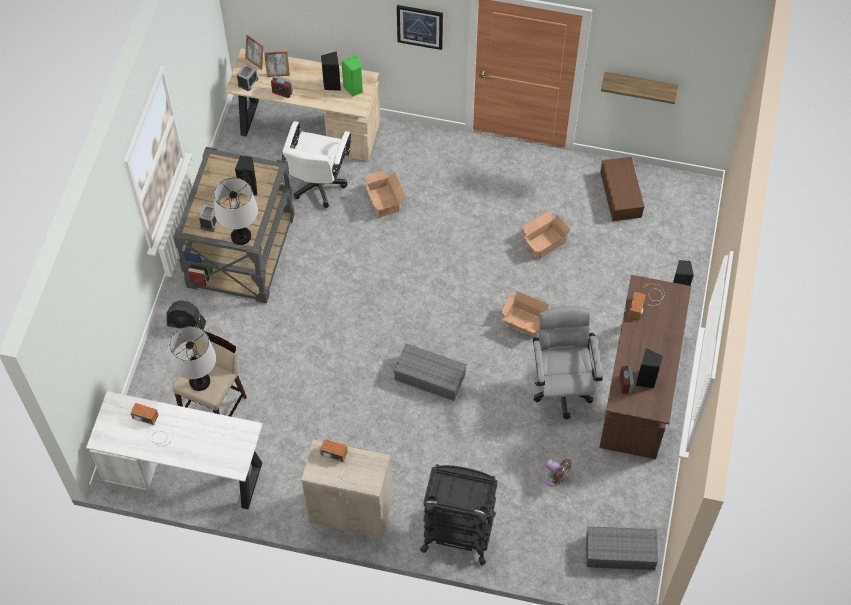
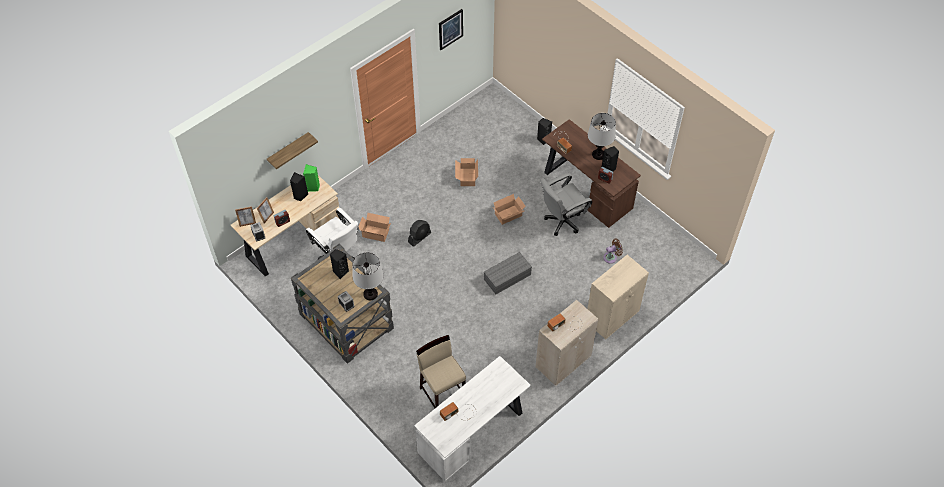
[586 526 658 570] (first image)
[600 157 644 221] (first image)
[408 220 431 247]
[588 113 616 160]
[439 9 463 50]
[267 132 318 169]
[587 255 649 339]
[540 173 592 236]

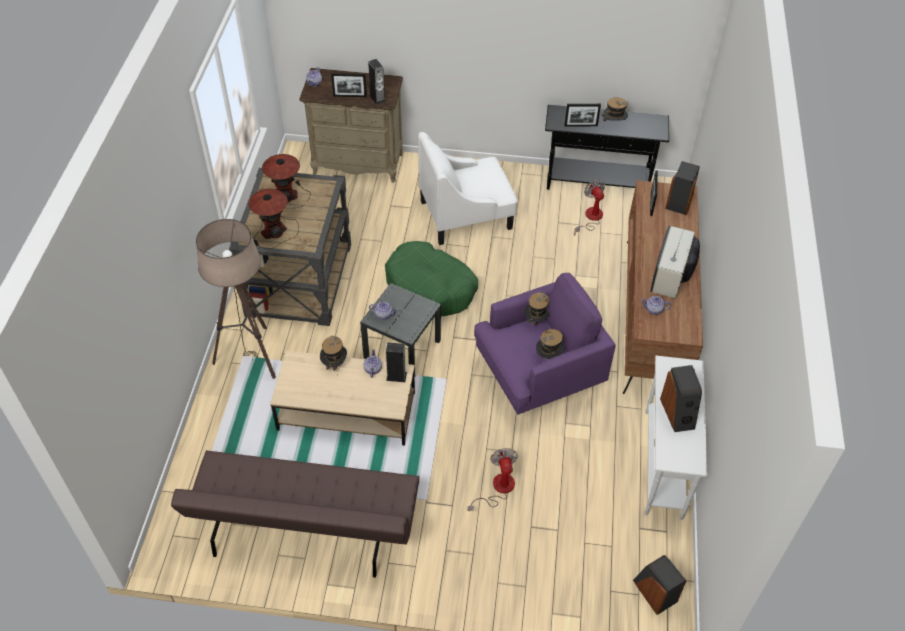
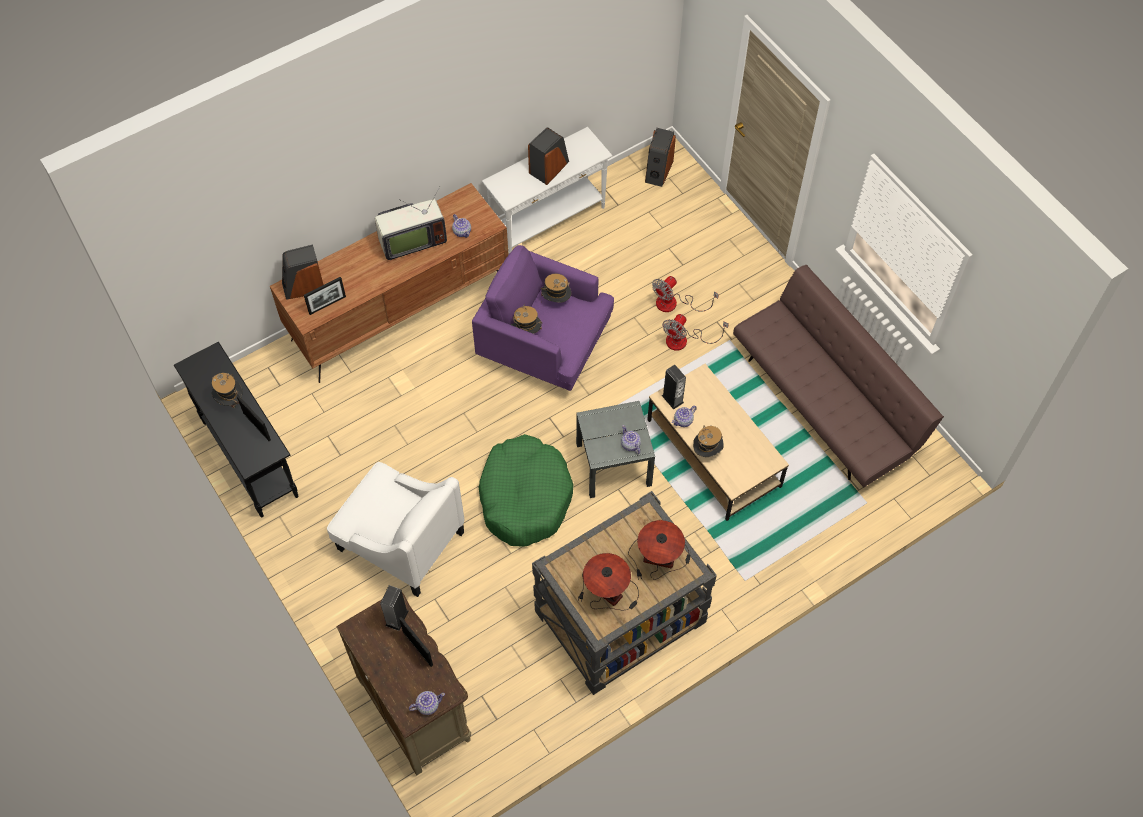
[196 219 276 379] (first image)
[662 314 729 351]

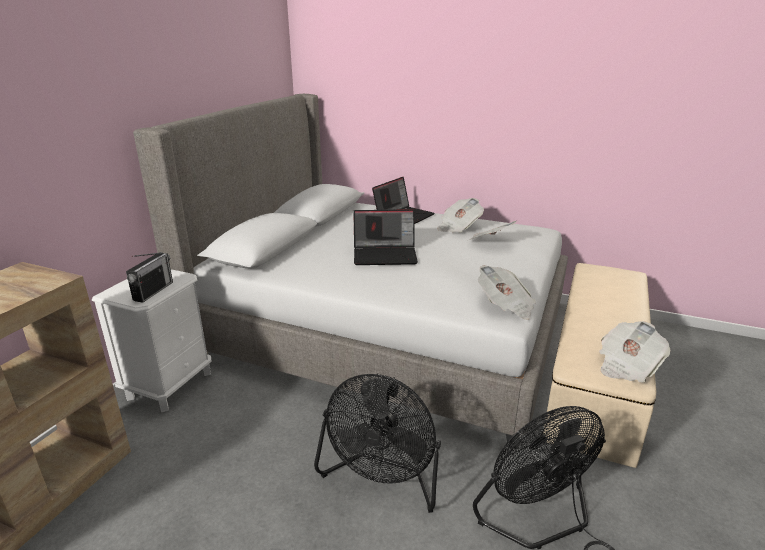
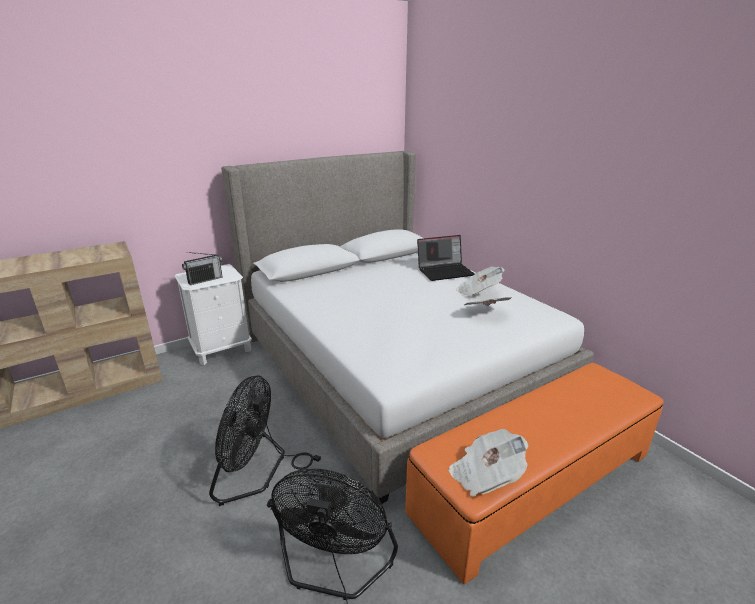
[353 209 418 265] (first image)
[478 265 536 320] (first image)
[405 363 664 584]
[209 375 322 506]

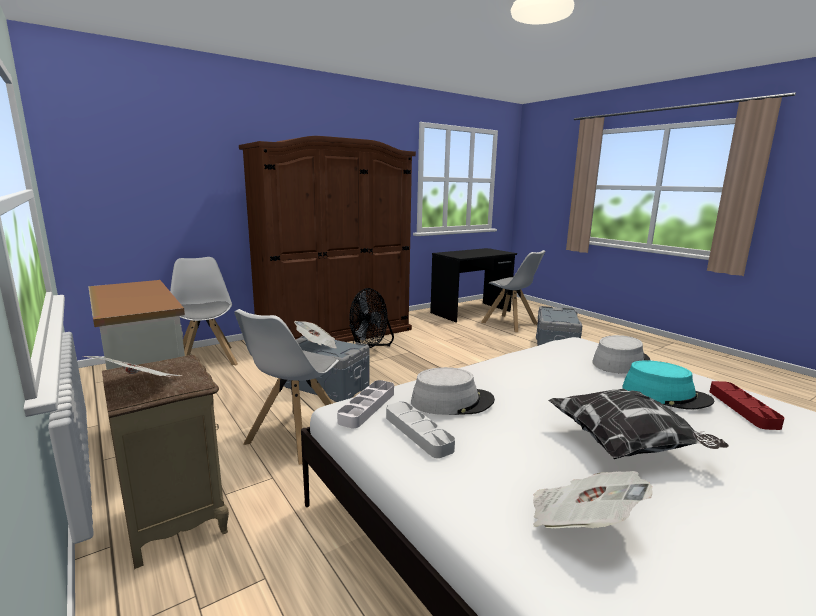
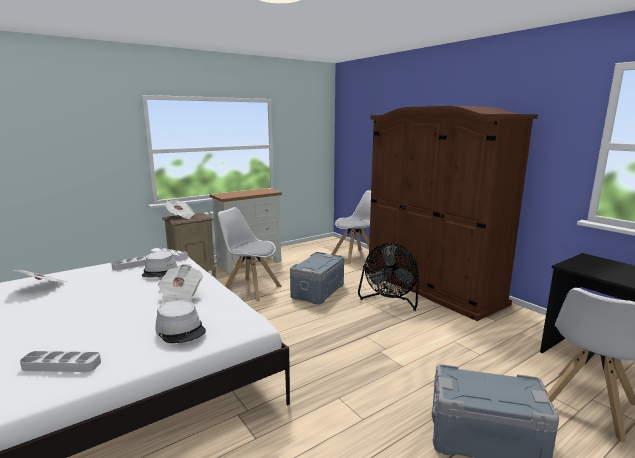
[548 389 729 459] (first image)
[622 360 714 410] (first image)
[158 264 203 304]
[20 351 101 372]

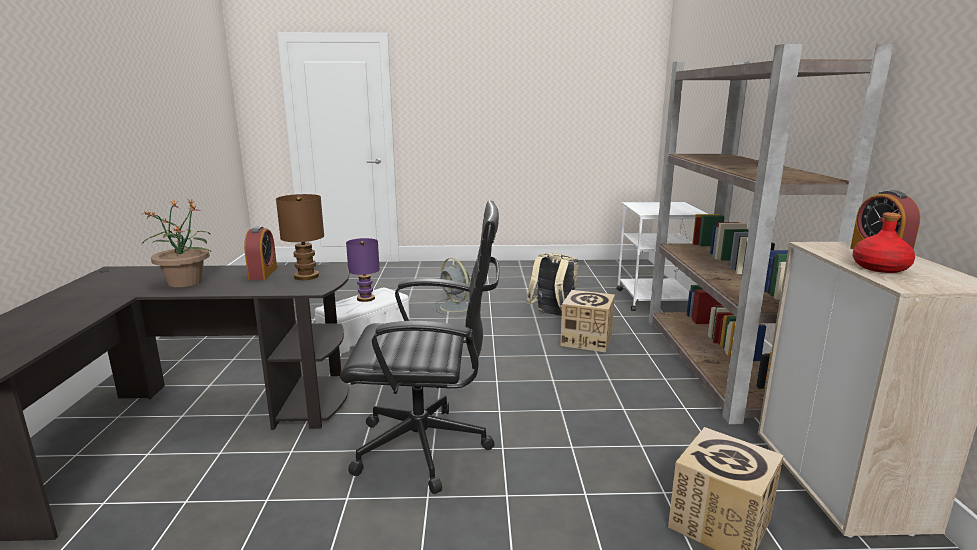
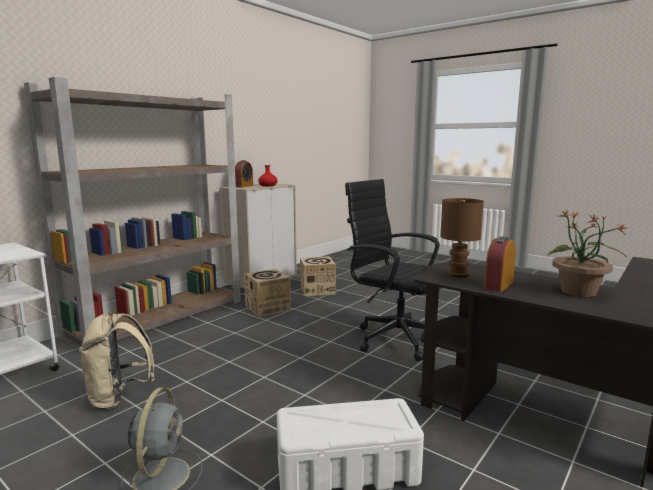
[346 238 380 302] (first image)
[244 269 291 317]

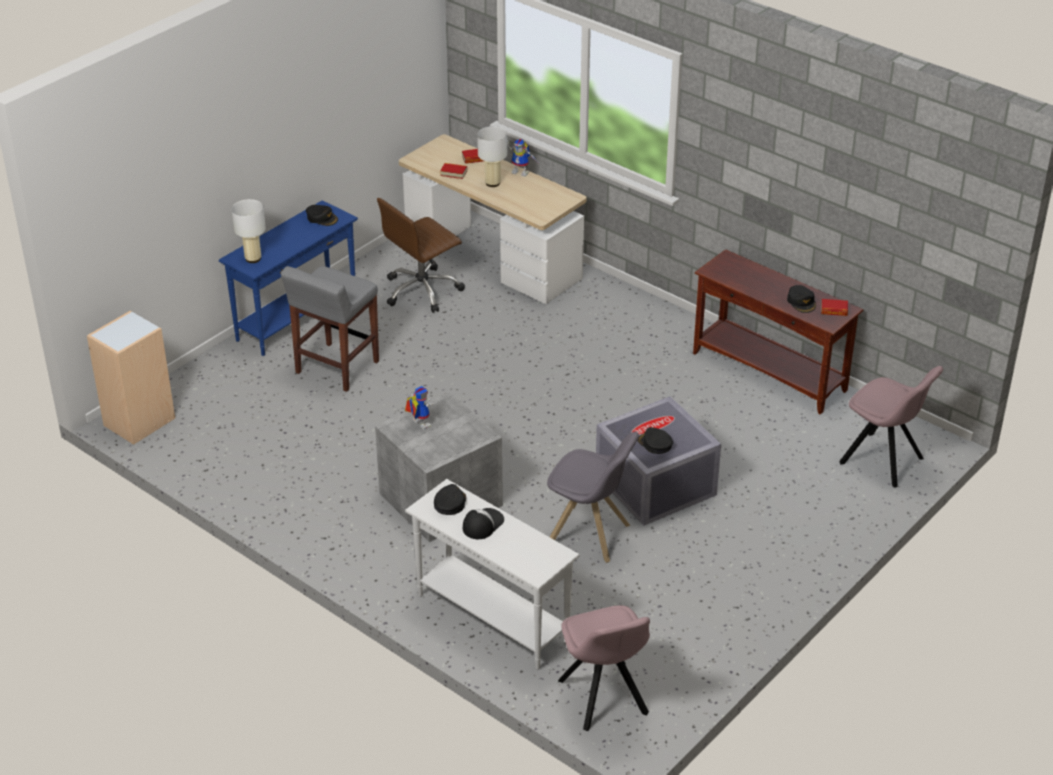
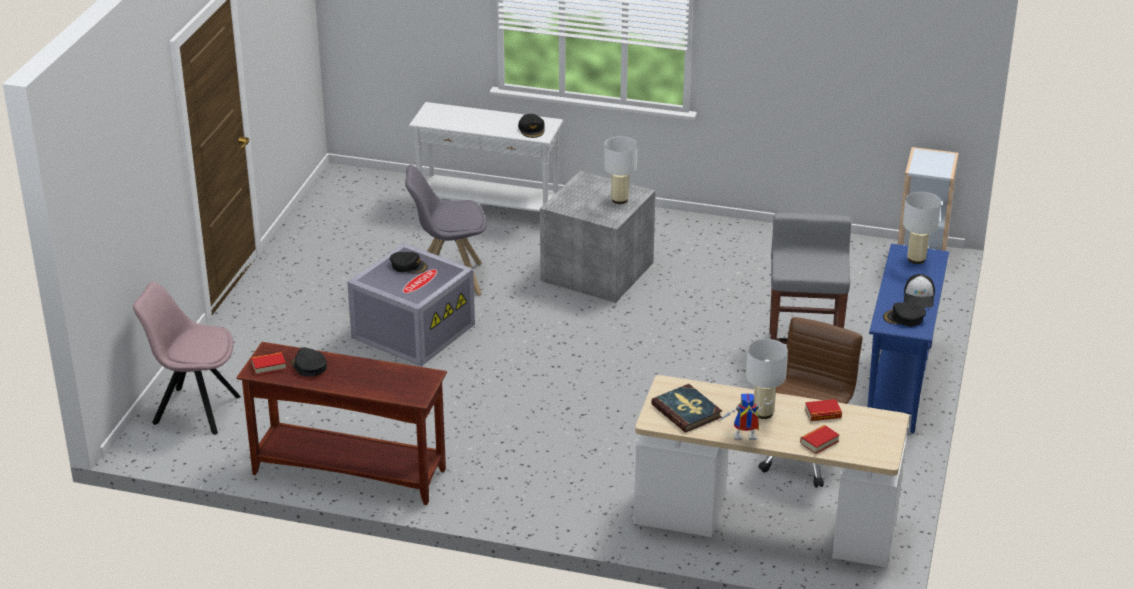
[558 605 650 731] (first image)
[651 384 722 432]
[904 274 935 308]
[604 136 637 204]

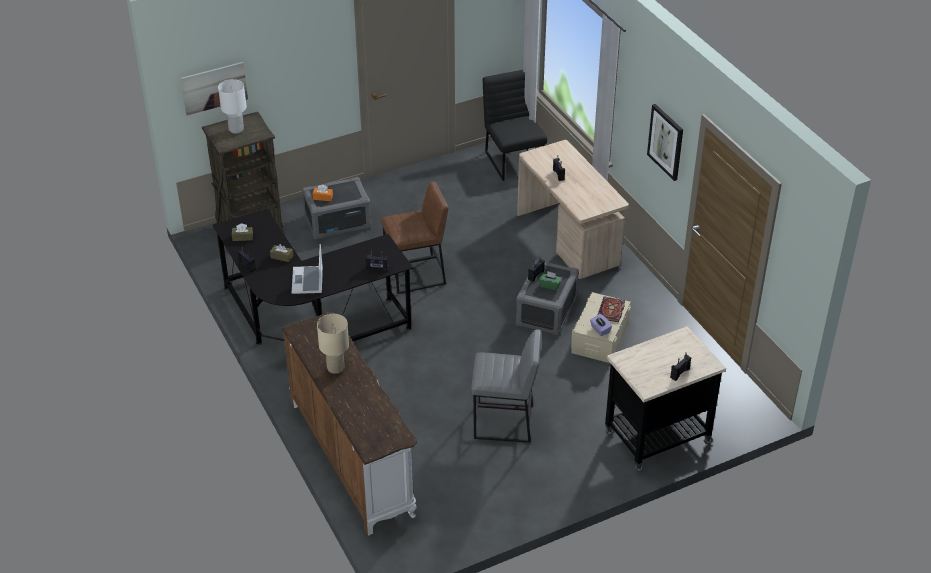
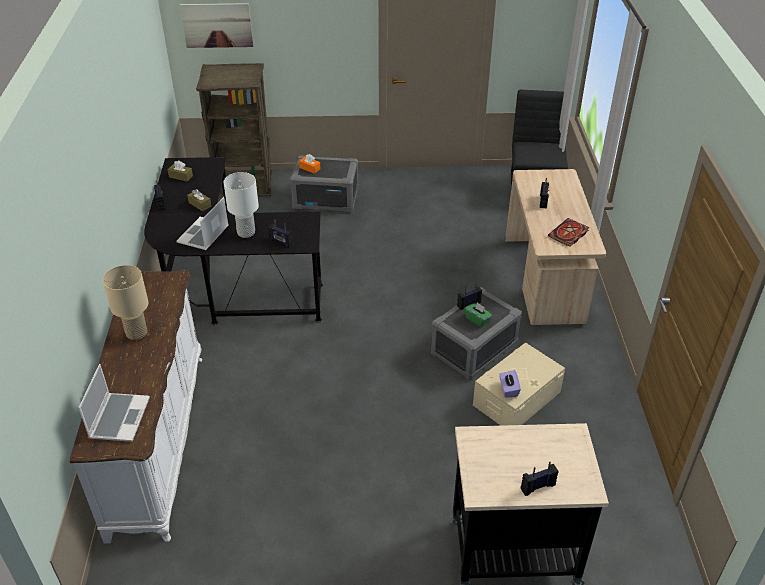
[381 181 448 294] (first image)
[472 329 541 443] (first image)
[647 104 683 181] (first image)
[79 364 150 442]
[223 172 259 238]
[548 218 590 247]

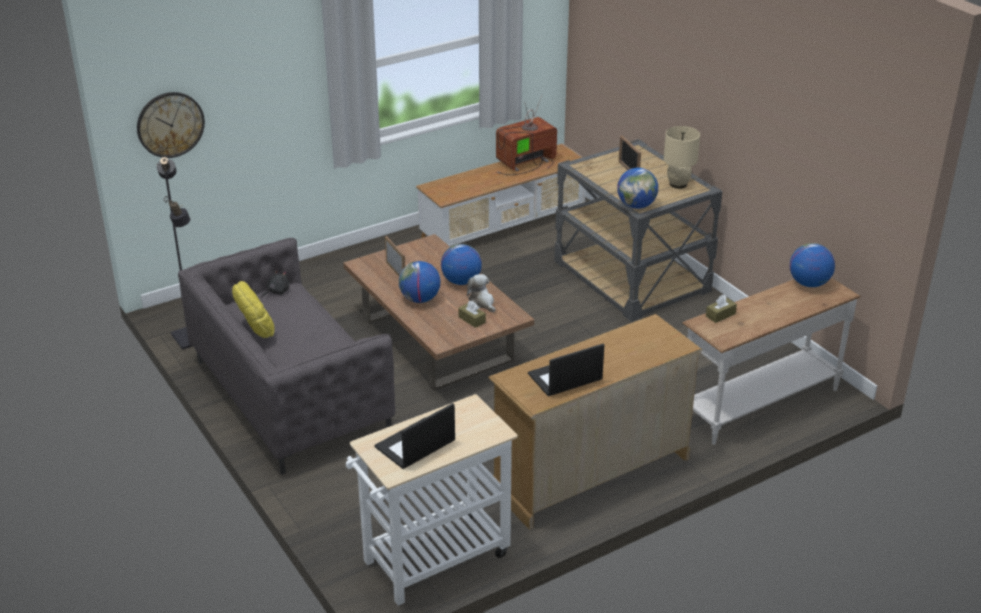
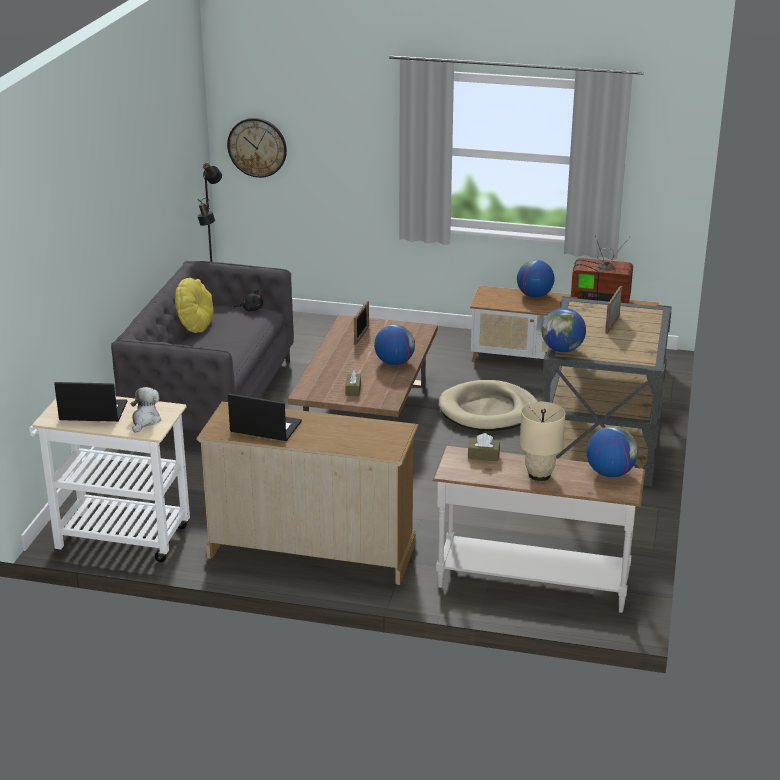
[438 380 538 431]
[517 260 555 298]
[130 387 161 433]
[520 402 565 481]

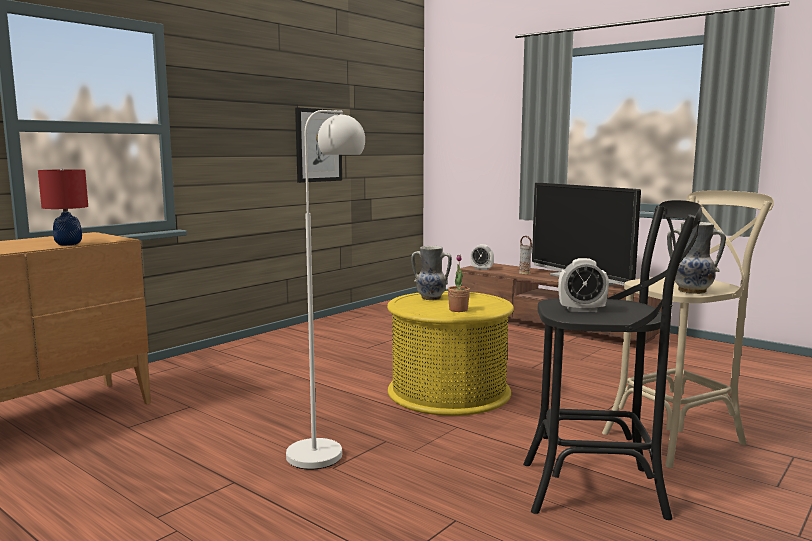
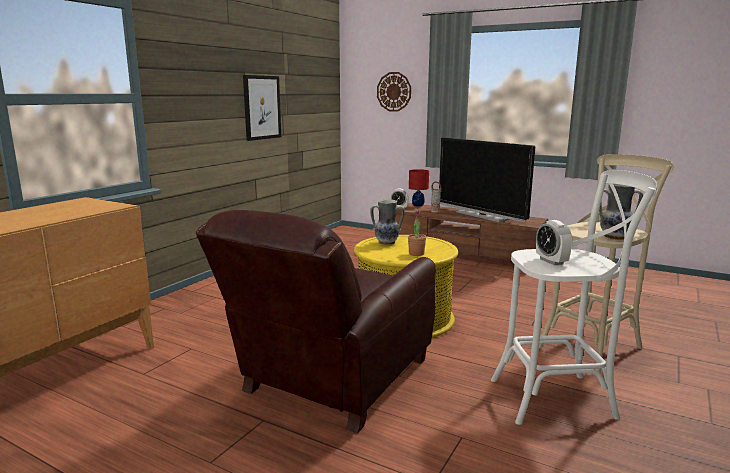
[377 72 411 112]
[409 169 429 206]
[196 210 436 433]
[491 170 658 425]
[536 220 572 265]

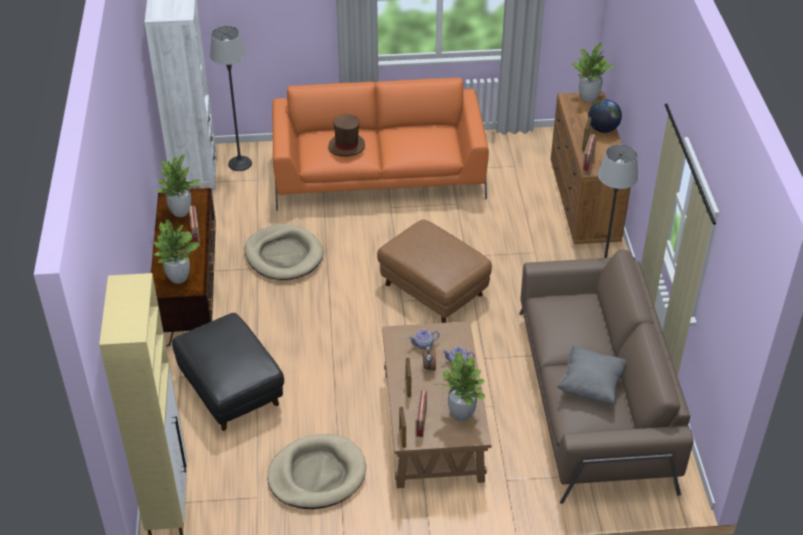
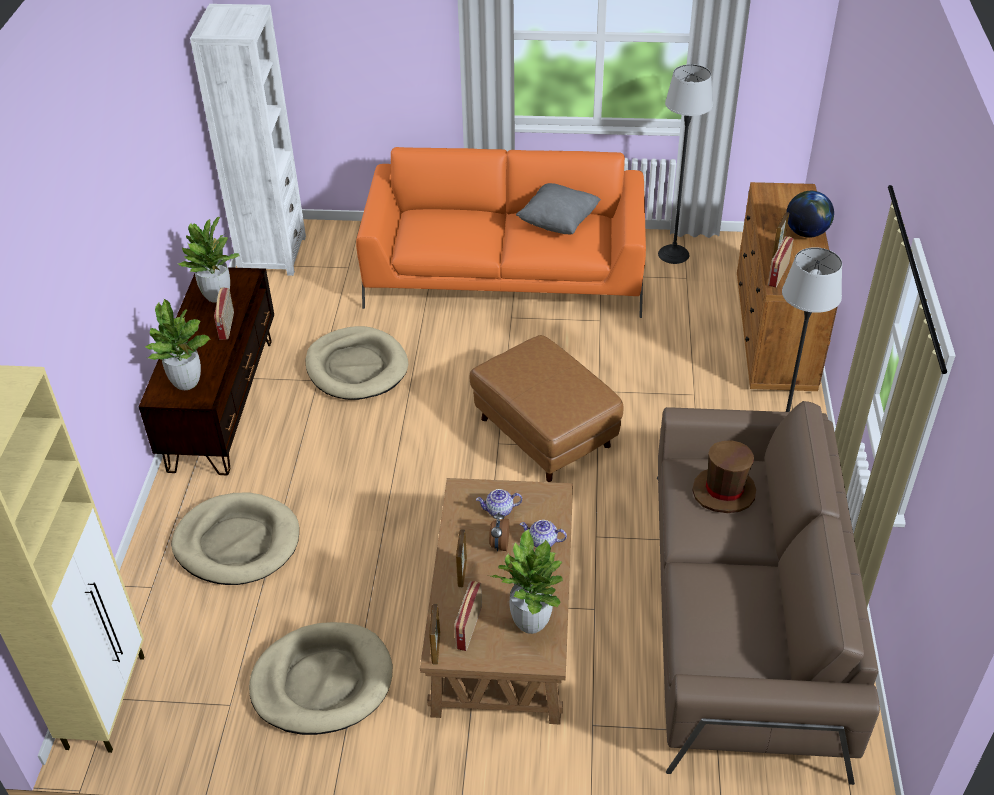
[572 43 614 103] (first image)
[658 64 713 264]
[692 440 756 513]
[516 183 601 234]
[171 493 299 585]

